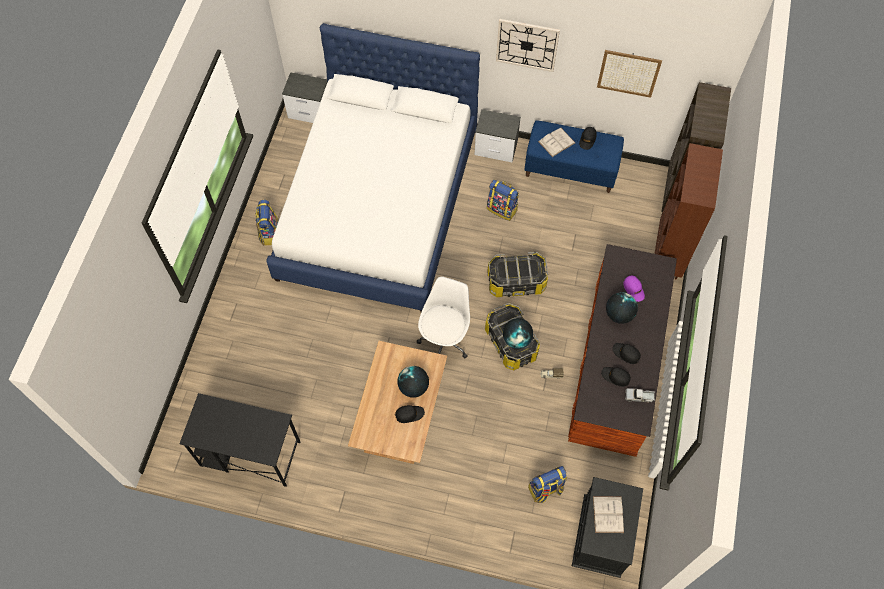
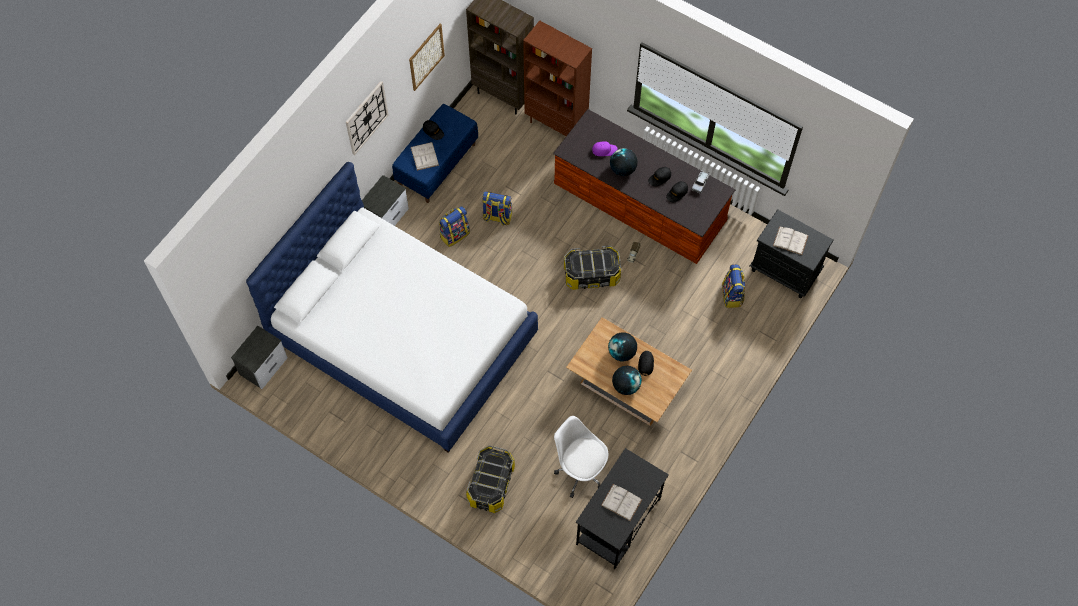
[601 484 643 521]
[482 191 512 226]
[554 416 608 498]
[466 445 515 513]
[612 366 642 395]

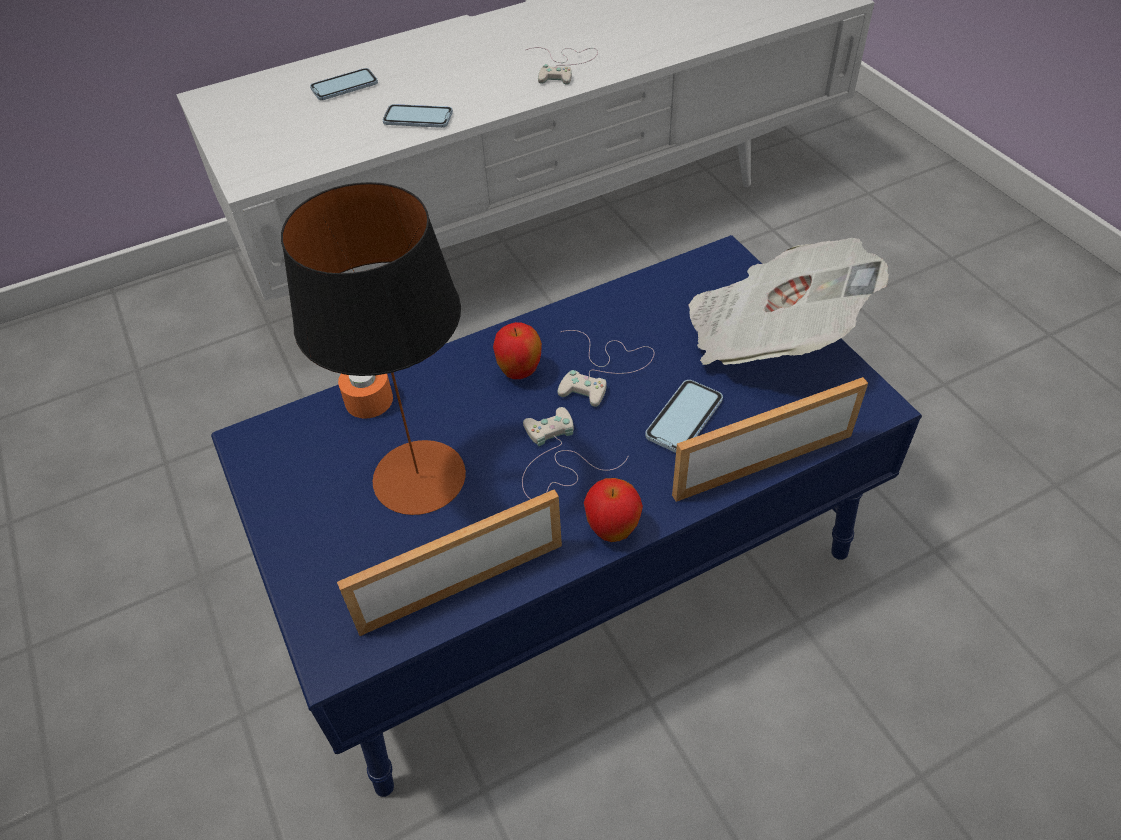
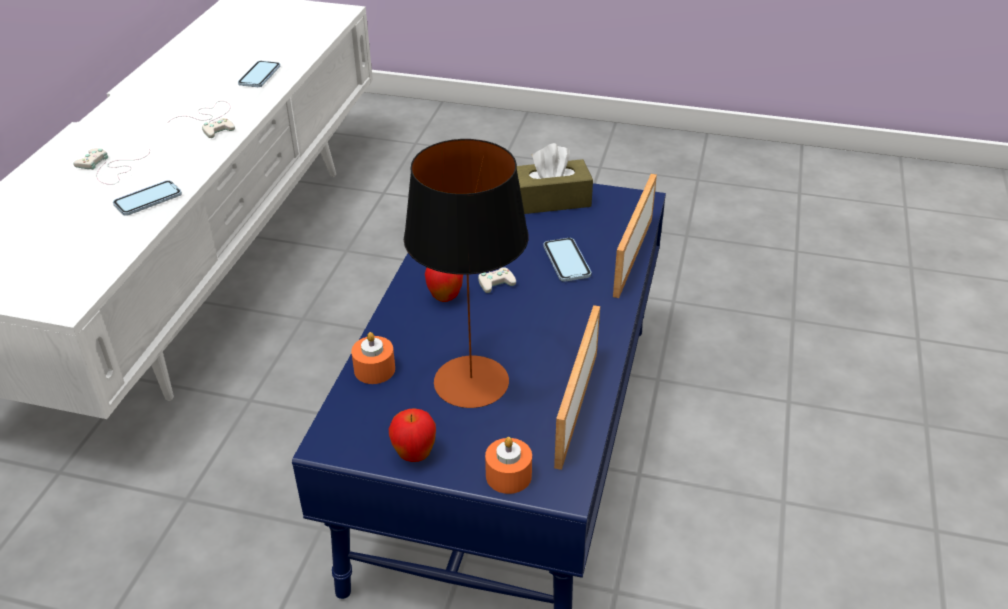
[485 437 532 494]
[238 61 280 87]
[73 148 150 185]
[389 408 436 462]
[517 143 593 214]

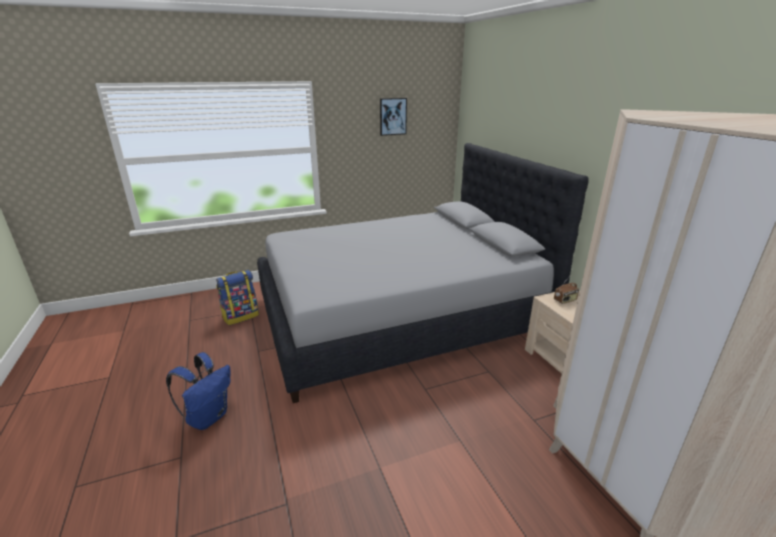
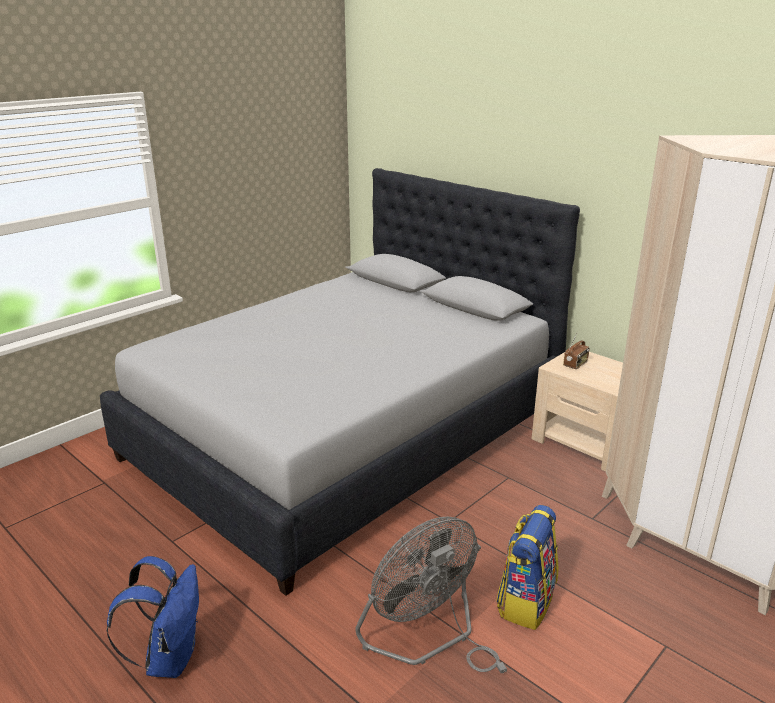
[380 98 407 136] (first image)
[356 517 507 673]
[496 505 558 630]

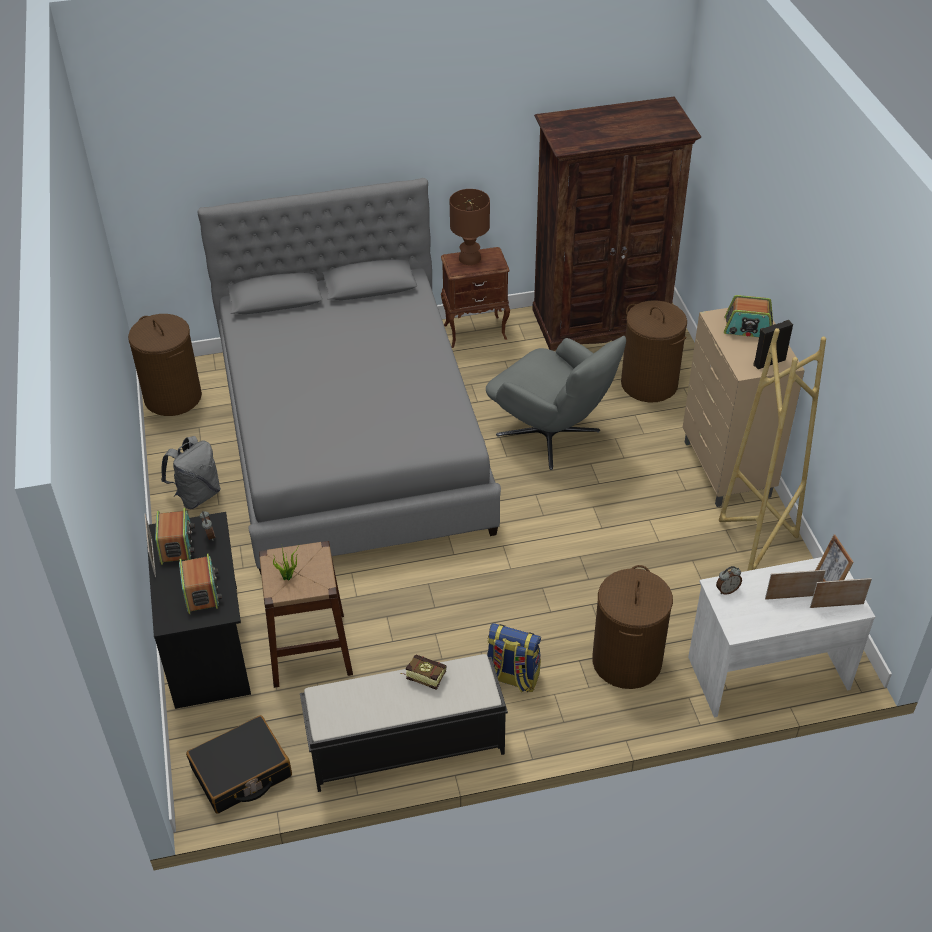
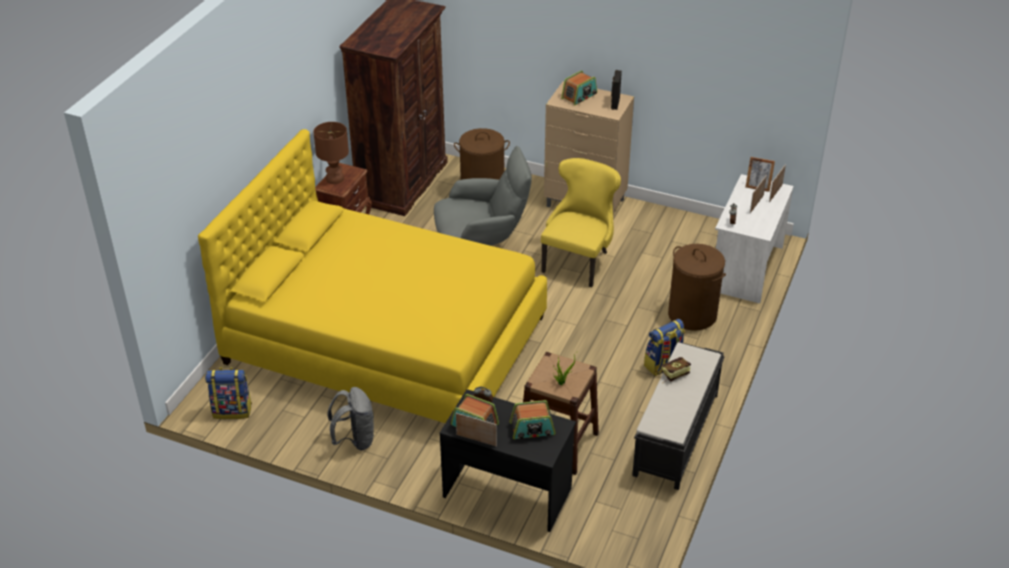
[186 715 292 814] (first image)
[719 328 826 571] (first image)
[541 158 621 287]
[205 366 252 419]
[198 129 547 423]
[509 400 556 439]

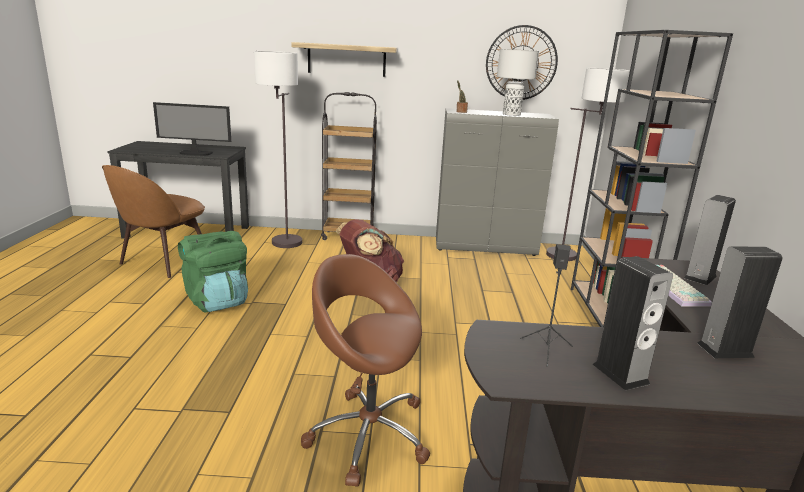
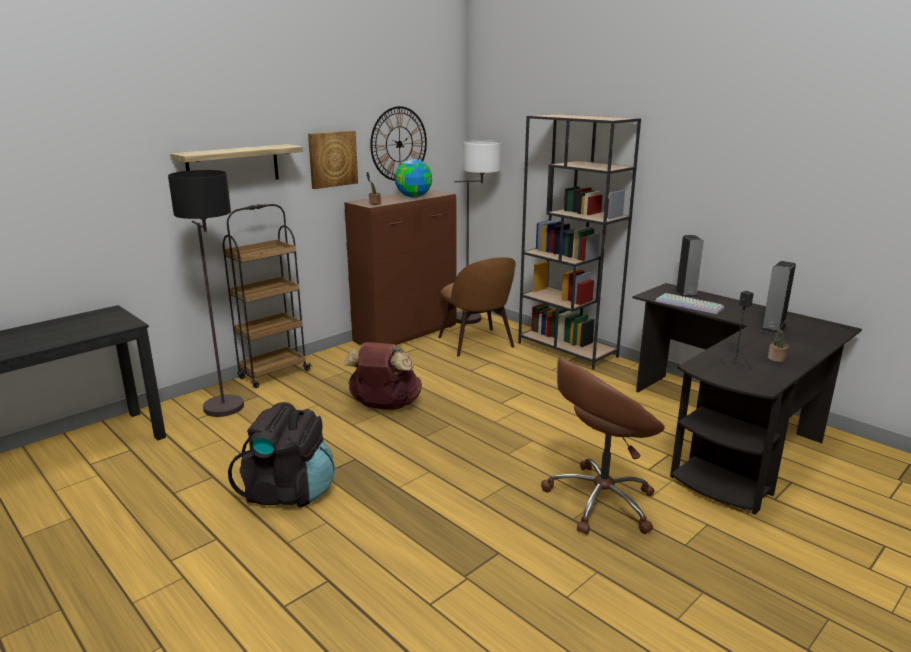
[153 102 231 156] (first image)
[308 131 358 189]
[438 257 516 356]
[395 159 432 198]
[768 319 788 362]
[228 402 335 508]
[168 170 244 417]
[344 189 457 345]

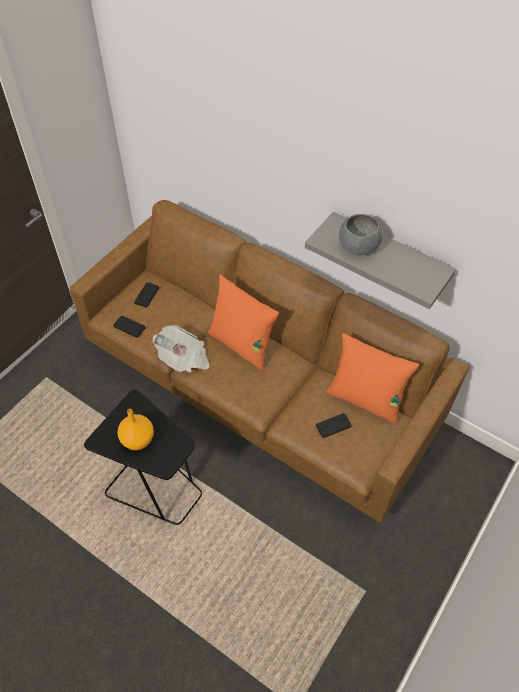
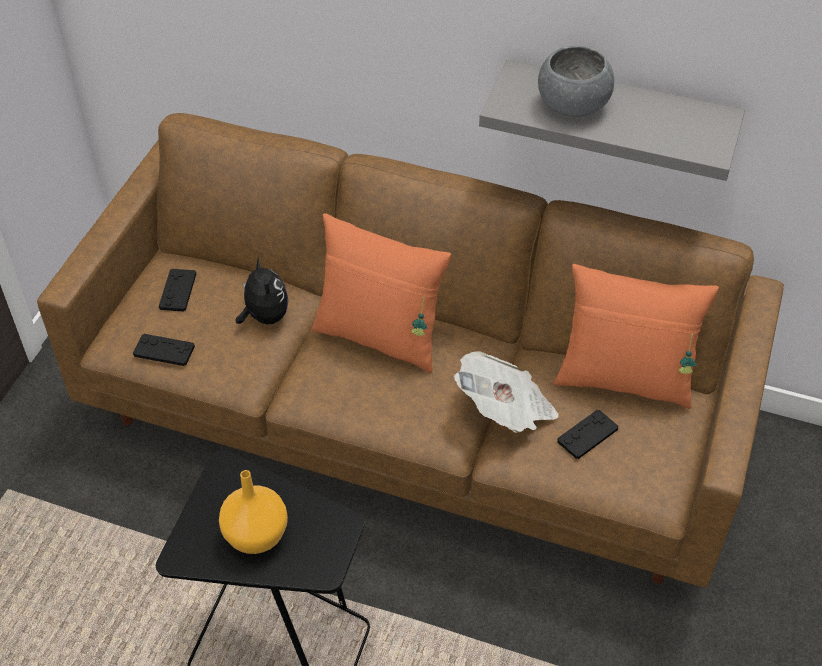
[236 257 289 324]
[454 351 559 433]

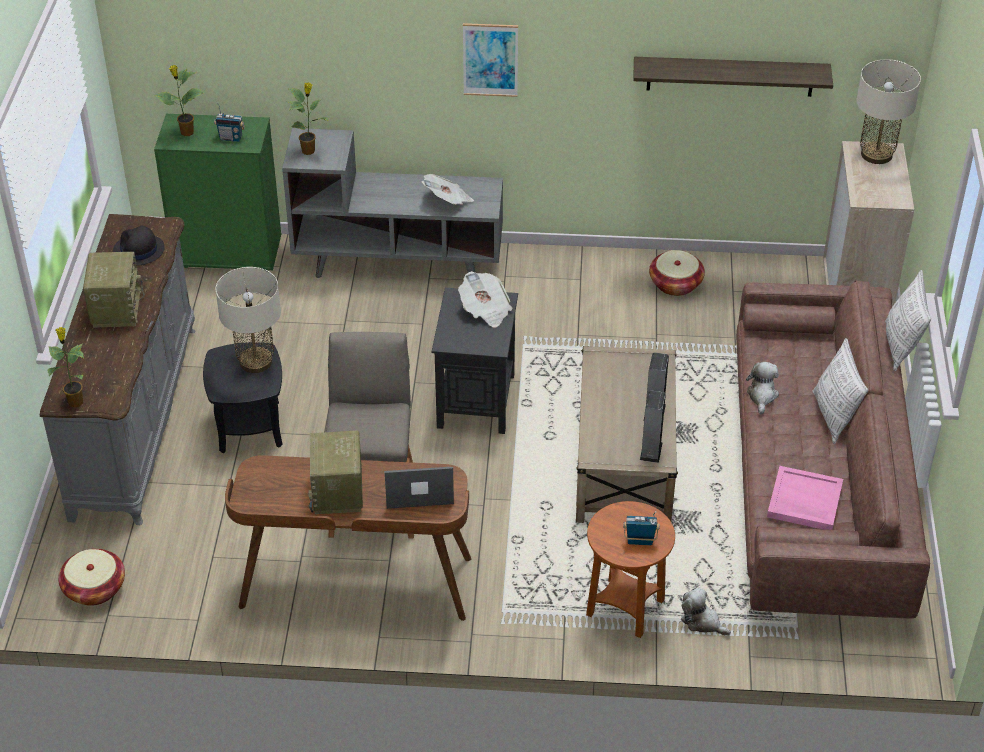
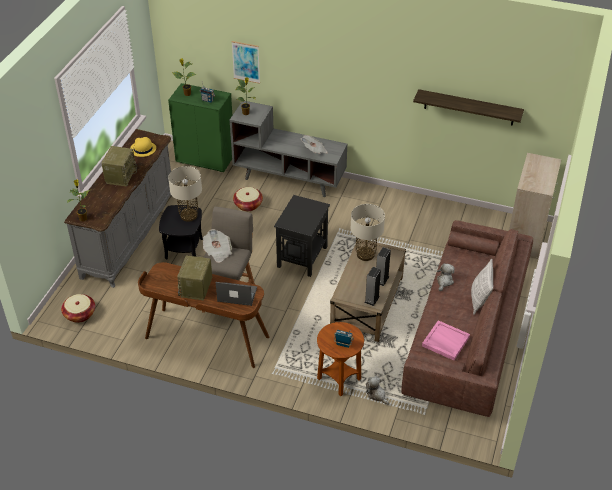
[885 270 931 371] (first image)
[203 229 232 263]
[231 41 260 84]
[233 187 263 211]
[350 204 385 261]
[130 137 156 157]

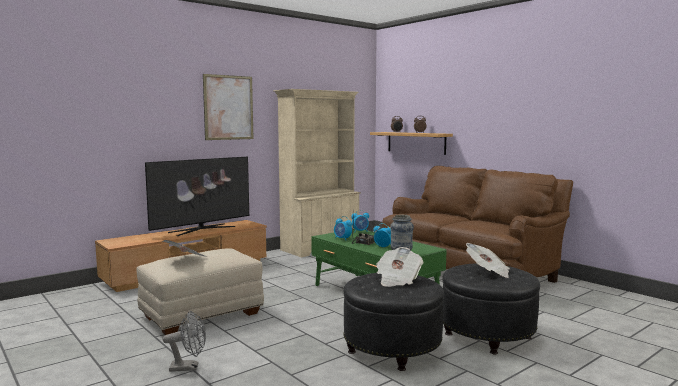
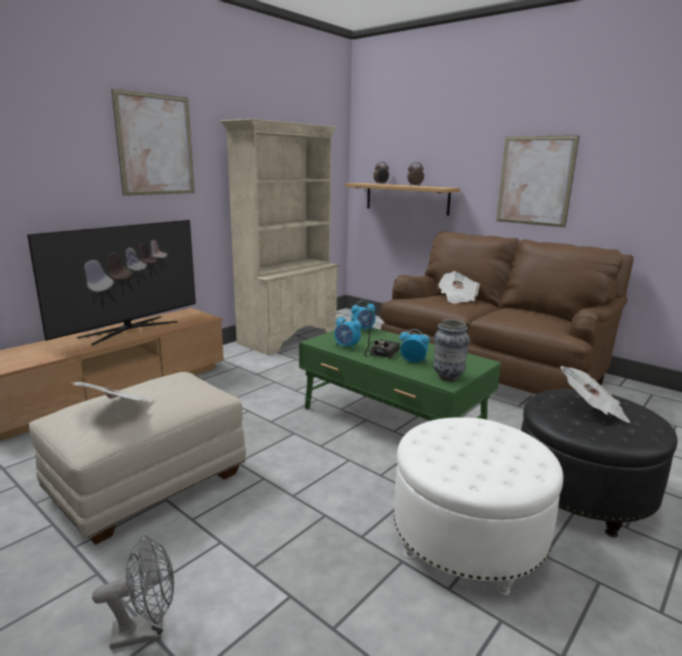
[496 135 580 227]
[438 271 480 303]
[394 417 563 596]

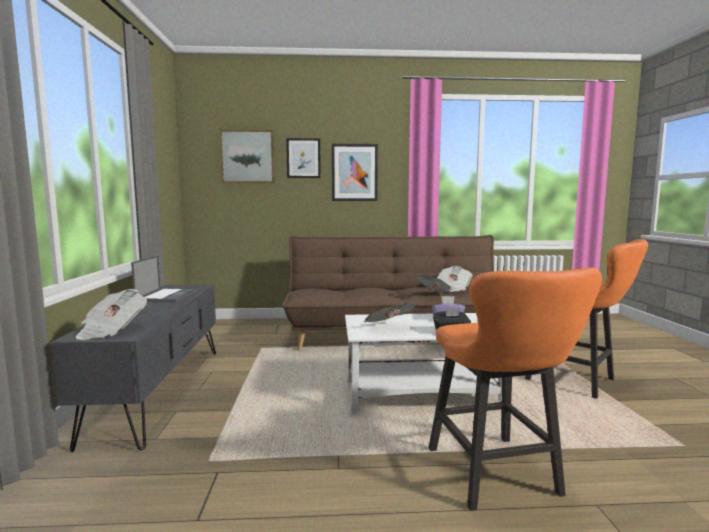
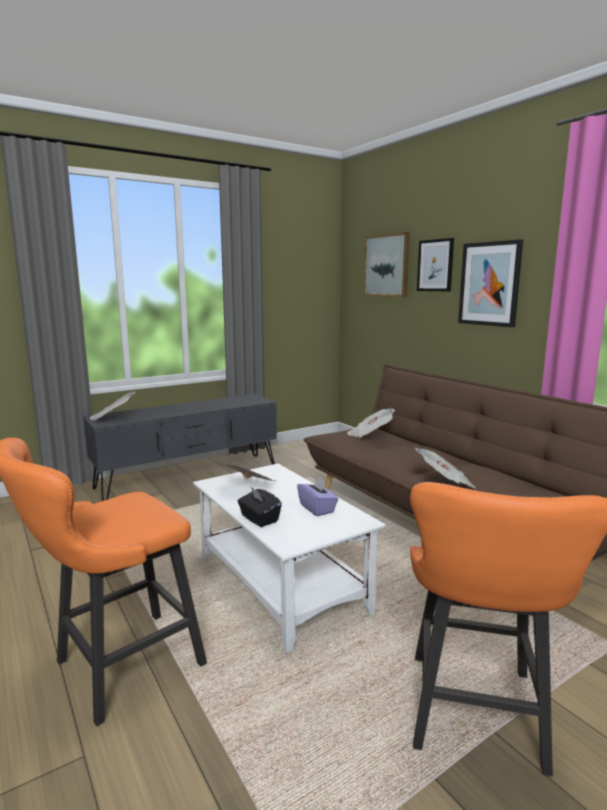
[131 255 197 302] (first image)
[347 408 395 438]

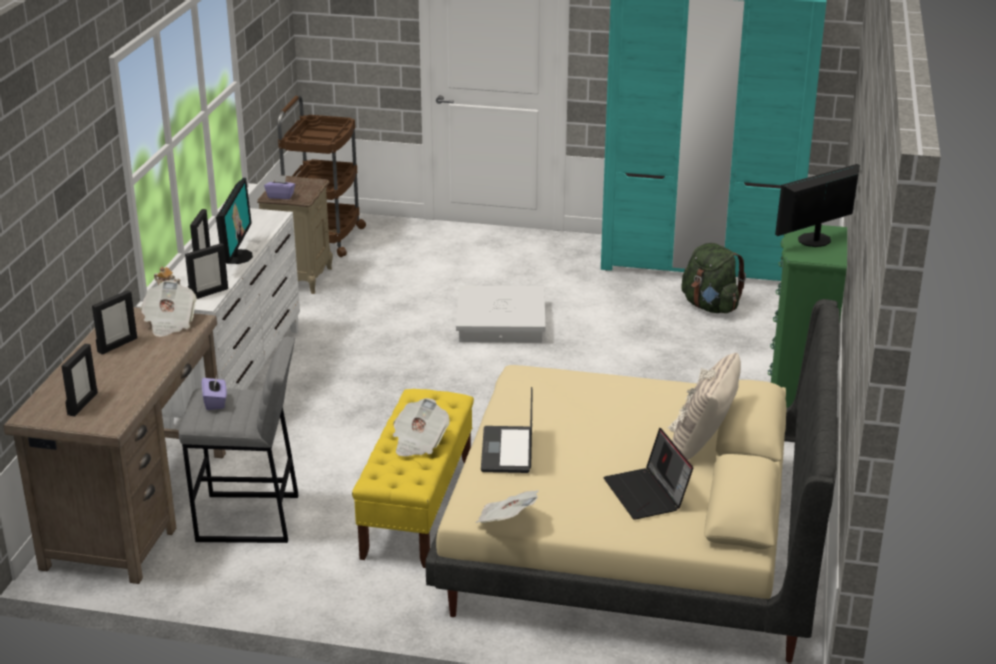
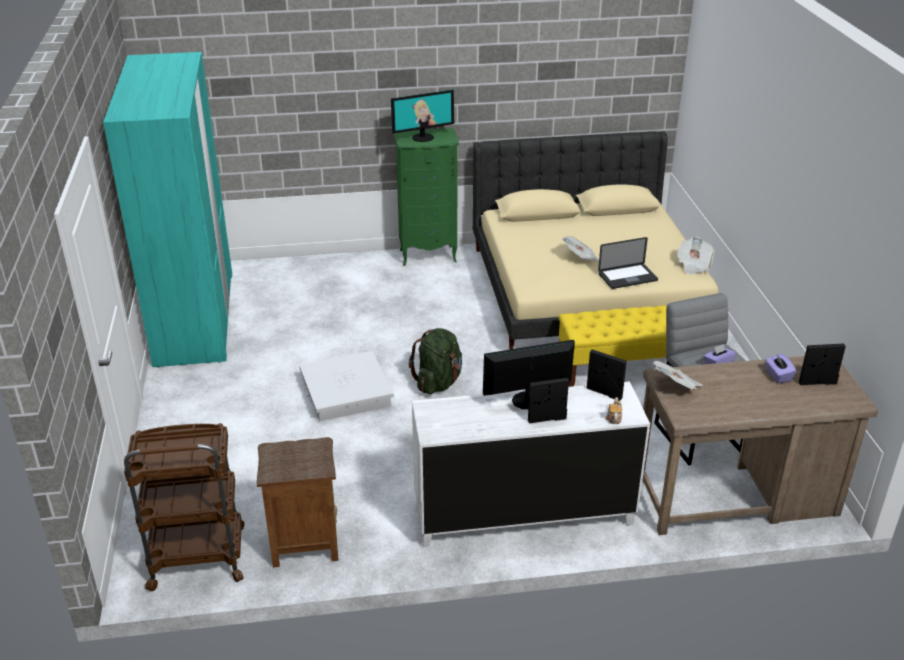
[92 290 137 355] (first image)
[603 428 693 520] (first image)
[668 353 741 460] (first image)
[765 354 796 383]
[562 236 599 262]
[409 328 462 394]
[391 89 454 142]

